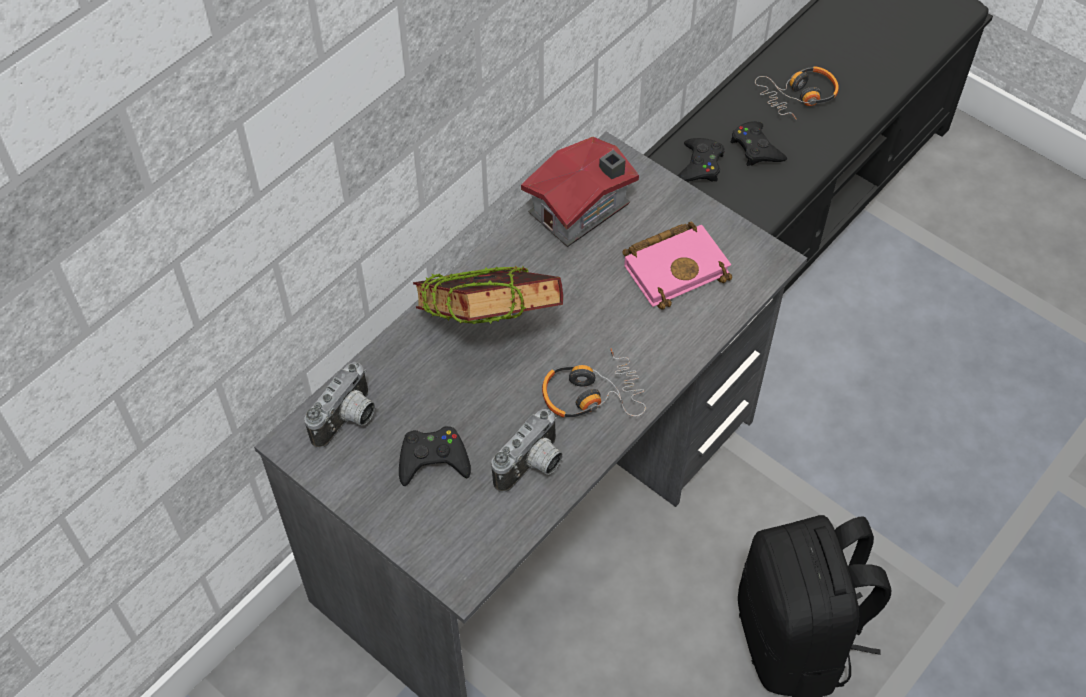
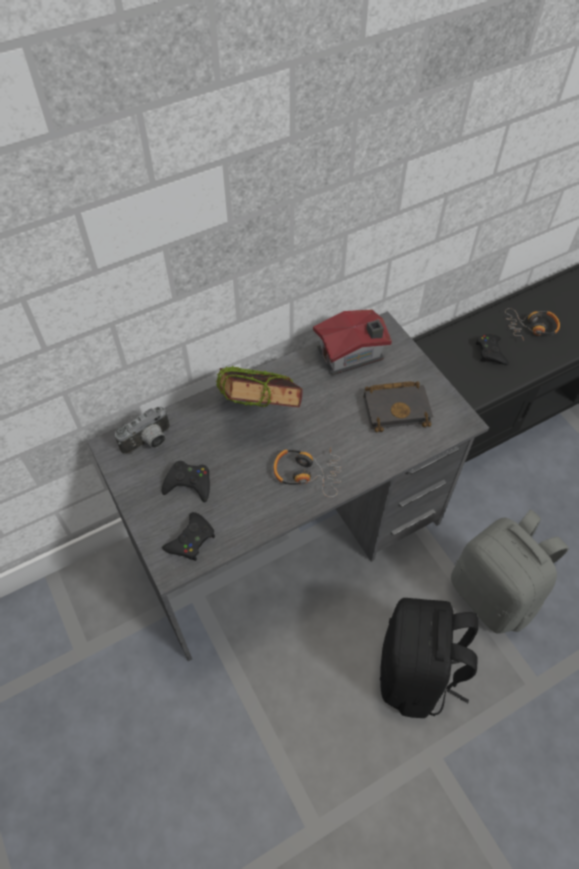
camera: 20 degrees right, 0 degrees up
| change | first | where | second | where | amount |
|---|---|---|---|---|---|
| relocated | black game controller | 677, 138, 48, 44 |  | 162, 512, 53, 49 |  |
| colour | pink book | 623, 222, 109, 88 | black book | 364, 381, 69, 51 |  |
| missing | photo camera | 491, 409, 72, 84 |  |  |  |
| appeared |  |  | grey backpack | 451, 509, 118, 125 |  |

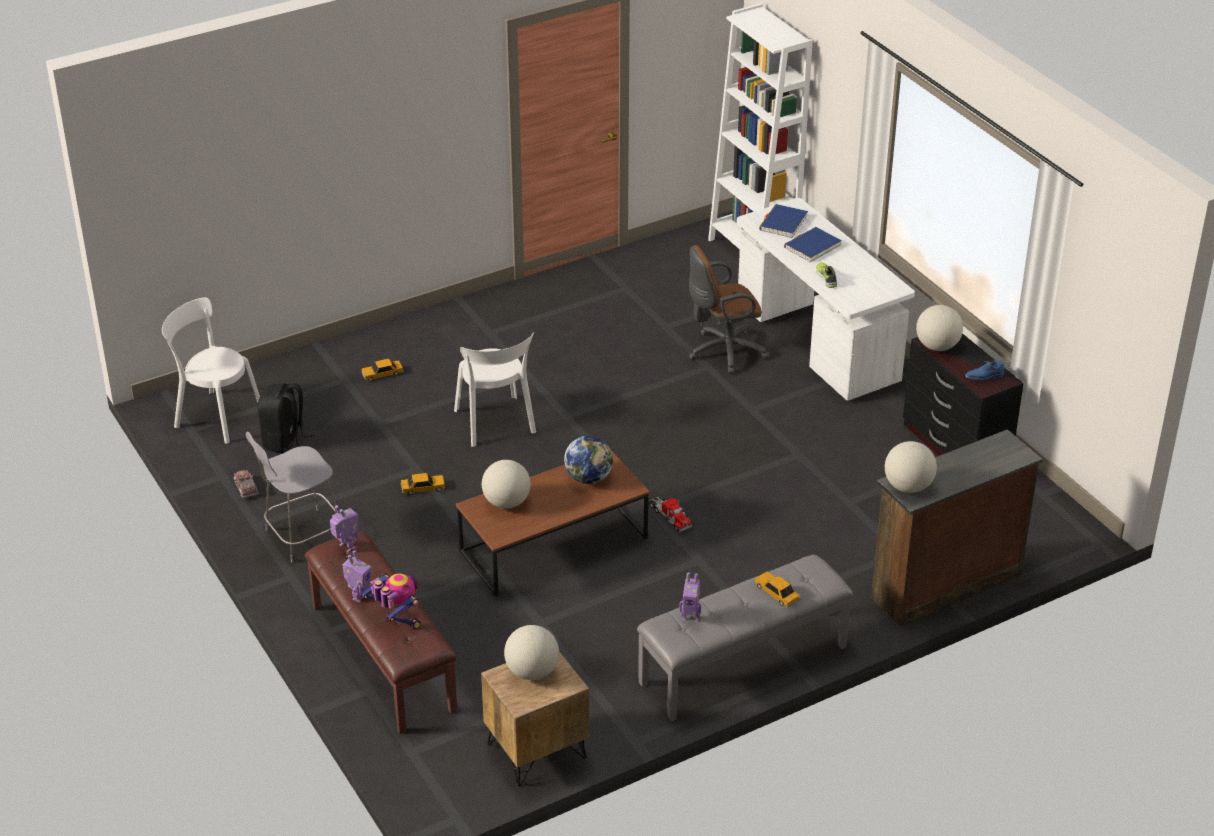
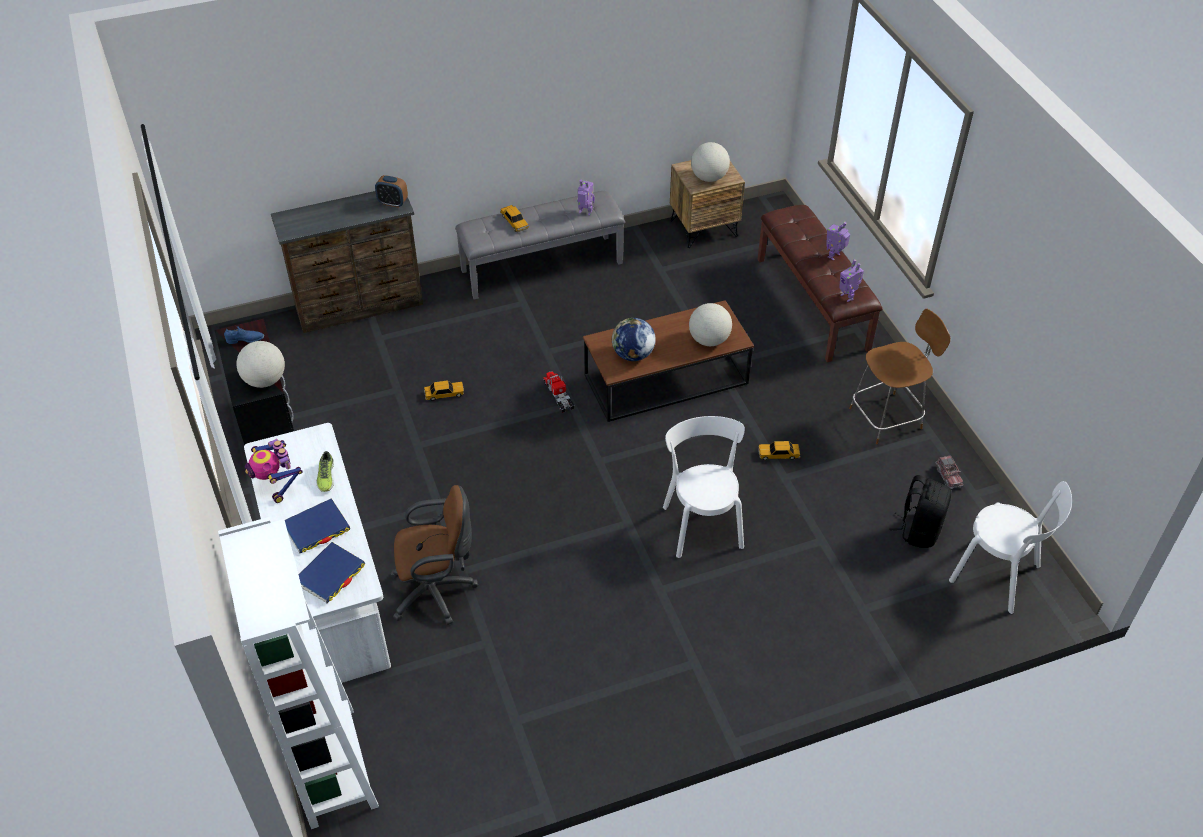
camera: 170 degrees left, 10 degrees up
| change | first | where | second | where | amount |
|---|---|---|---|---|---|
| relocated | toy car | 361, 359, 43, 22 |  | 424, 381, 40, 20 |  |
| colour | grey chair | 246, 432, 92, 130 | brown chair | 849, 309, 101, 135 |  |
| exchanged | globe | 885, 441, 52, 52 | alarm clock | 375, 175, 33, 33 |  |
| relocated | toy robot | 360, 573, 61, 56 |  | 245, 439, 58, 64 |  |

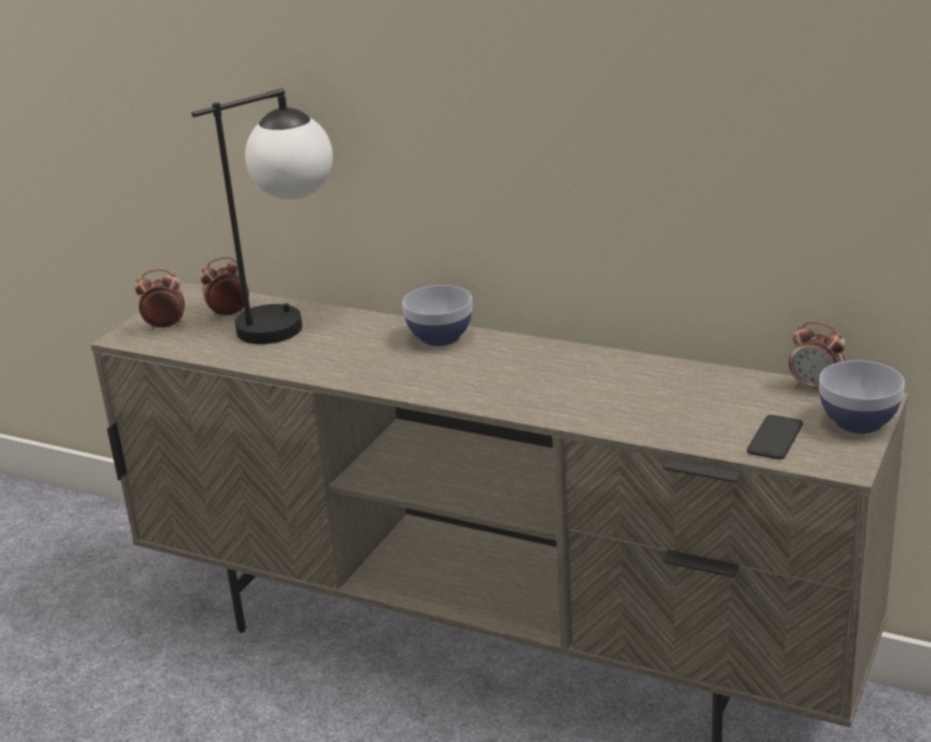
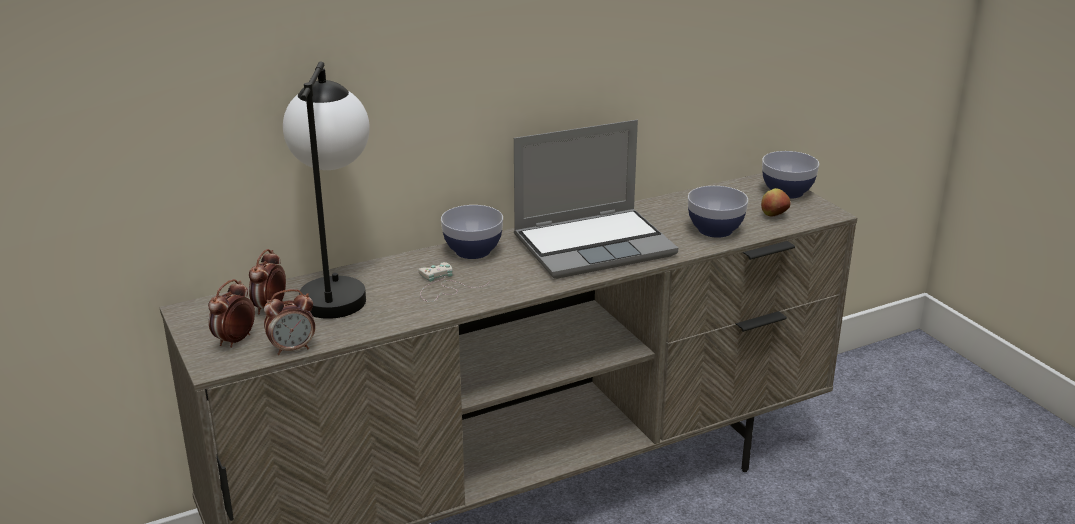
camera: 55 degrees left, 0 degrees up
| change | first | where | second | where | amount |
|---|---|---|---|---|---|
| relocated | alarm clock | 789, 322, 57, 67 |  | 264, 289, 51, 66 |  |
| exchanged | phone | 747, 415, 56, 45 | apple | 761, 188, 30, 29 |  |
| appeared |  |  | laptop | 514, 120, 164, 159 |  |
| appeared |  |  | bowl | 688, 186, 60, 52 |  |
| appeared |  |  | white game controller | 419, 262, 71, 40 |  |

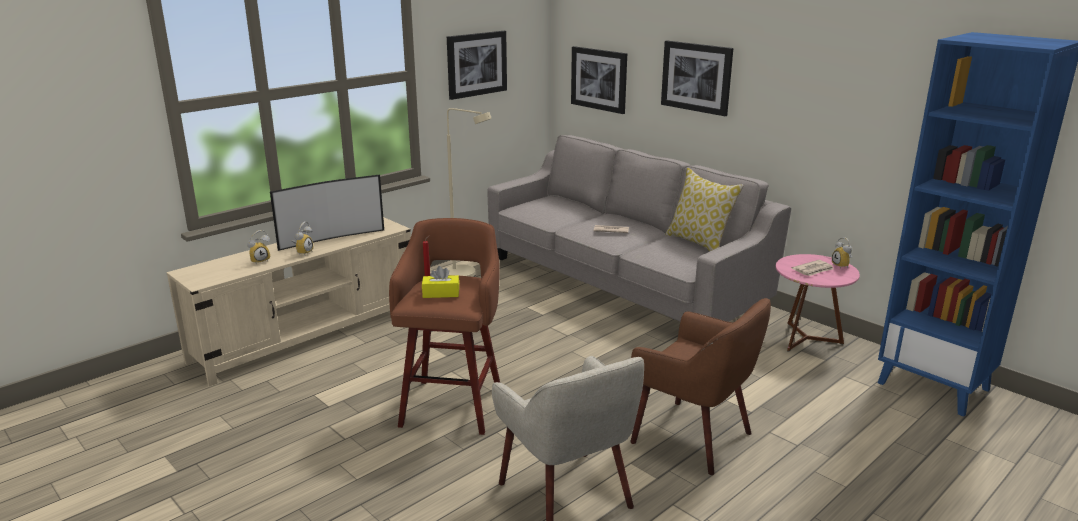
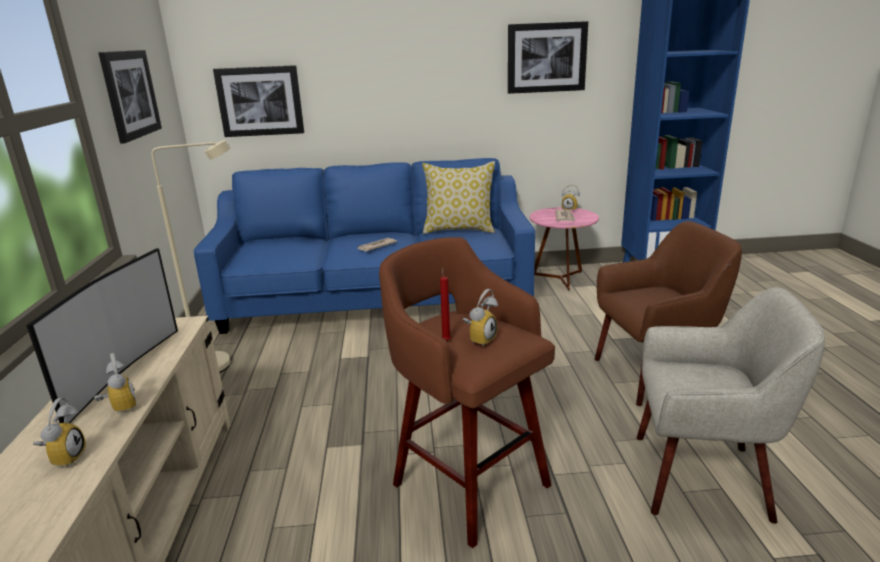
camera: 50 degrees left, 0 degrees up
| change | first | where | second | where | amount |
|---|---|---|---|---|---|
| relocated | picture | 661, 41, 72, 75 |  | 508, 21, 80, 73 |  |
| colour | grey sofa | 487, 135, 304, 187 | blue sofa | 194, 158, 341, 176 |  |
| exchanged | yellow tissue box | 422, 266, 37, 32 | alarm clock | 462, 289, 36, 58 |  |

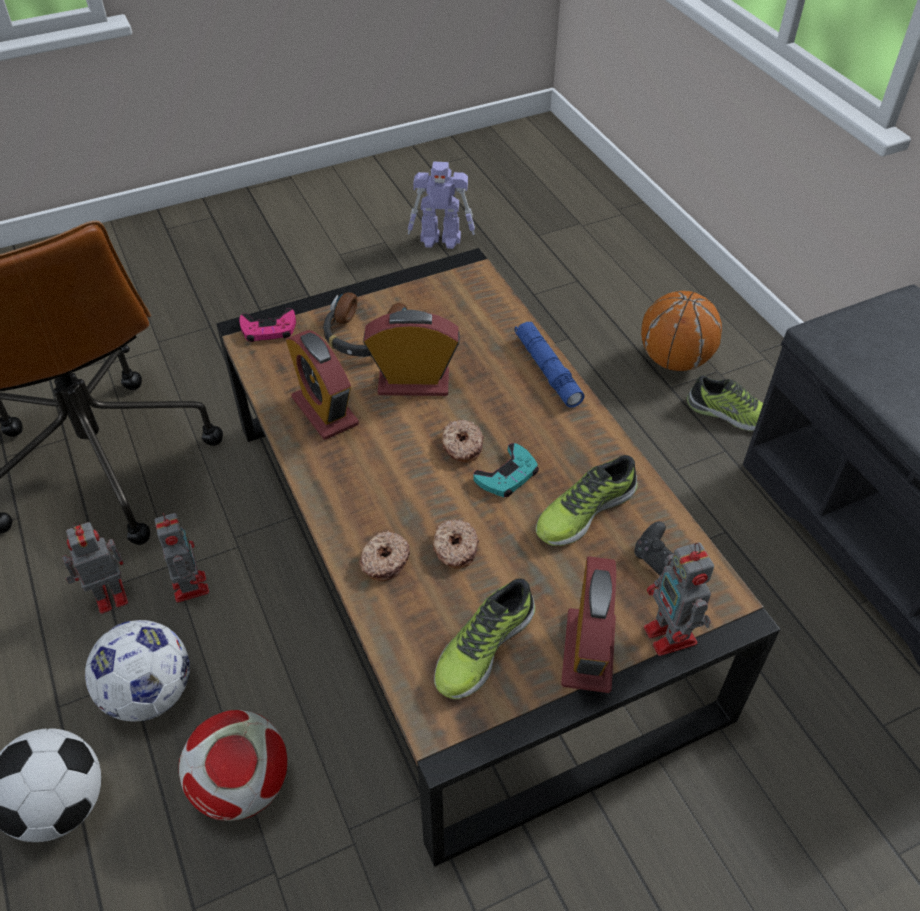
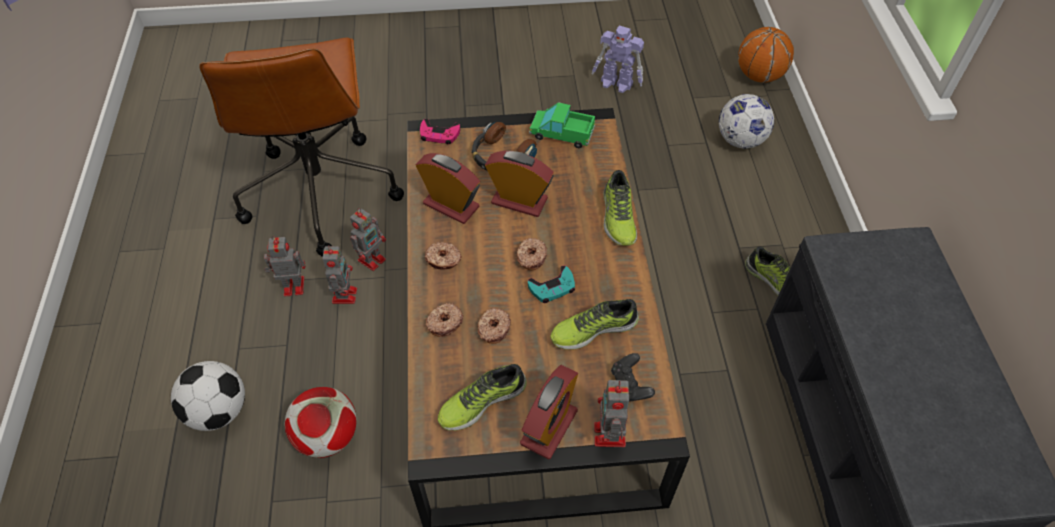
camera: 20 degrees right, 5 degrees up
| change | first | where | second | where | amount |
|---|---|---|---|---|---|
| relocated | basketball | 641, 291, 81, 80 |  | 738, 27, 56, 56 |  |
| exchanged | blue flashlight | 515, 322, 69, 86 | shoe | 603, 170, 34, 76 |  |
| spun | alarm clock | 286, 330, 73, 110 |  | 416, 153, 64, 71 | 135 degrees clockwise |
| relocated | football | 85, 620, 105, 102 |  | 719, 94, 55, 55 |  |
| appeared |  |  | toy truck | 529, 102, 66, 46 |  |
| appeared |  |  | toy robot | 350, 208, 36, 63 |  |
| appeared |  |  | donut | 425, 242, 37, 28 |  |

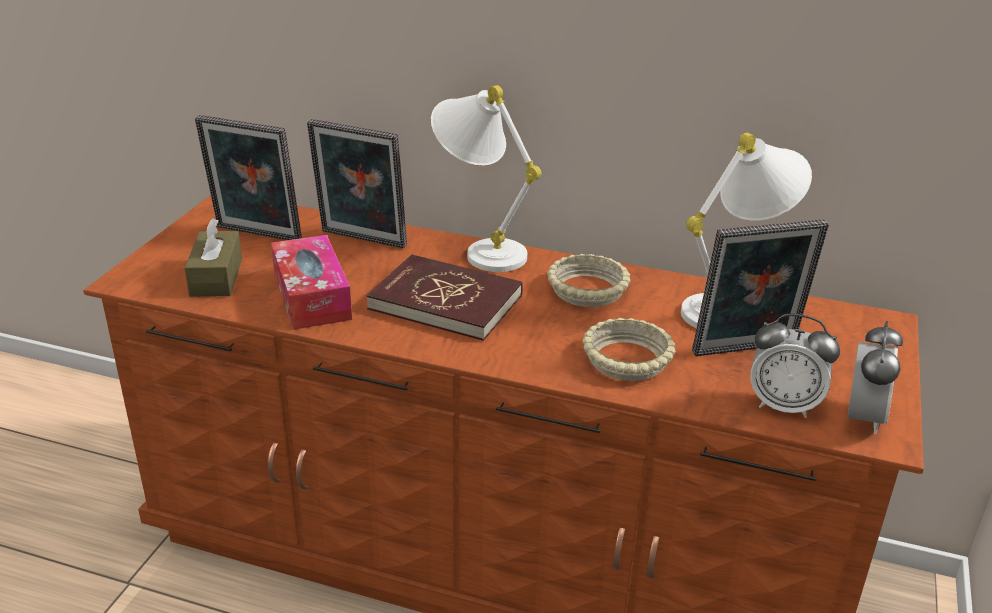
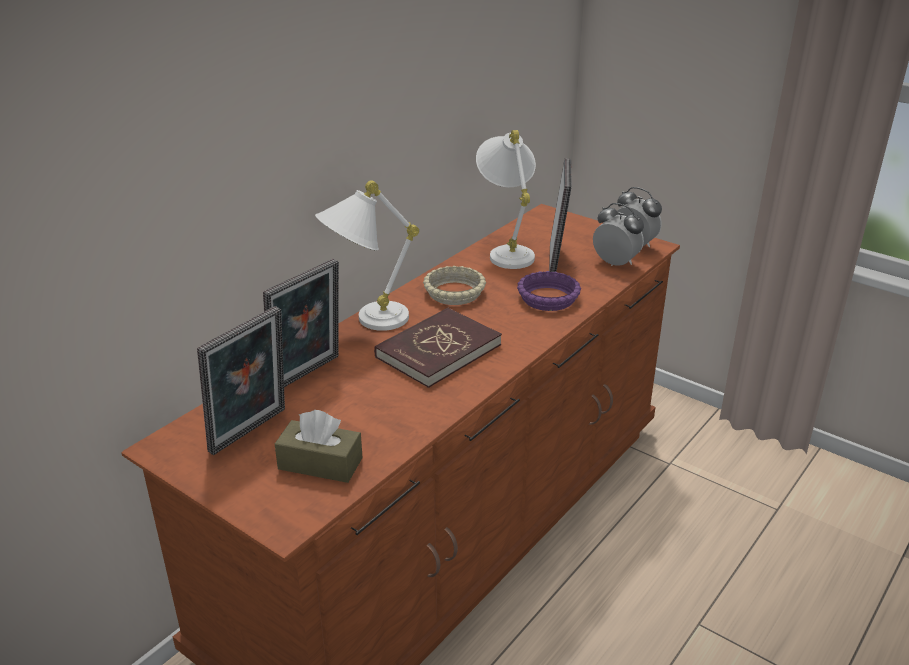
camera: 70 degrees left, 0 degrees up
| change | first | where | second | where | amount |
|---|---|---|---|---|---|
| missing | tissue box | 271, 235, 81, 95 |  |  |  |
| spun | alarm clock | 750, 314, 90, 104 |  | 593, 203, 51, 63 | 90 degrees counterclockwise |
| colour | beige bowl | 582, 318, 94, 63 | purple bowl | 517, 271, 64, 40 |  |

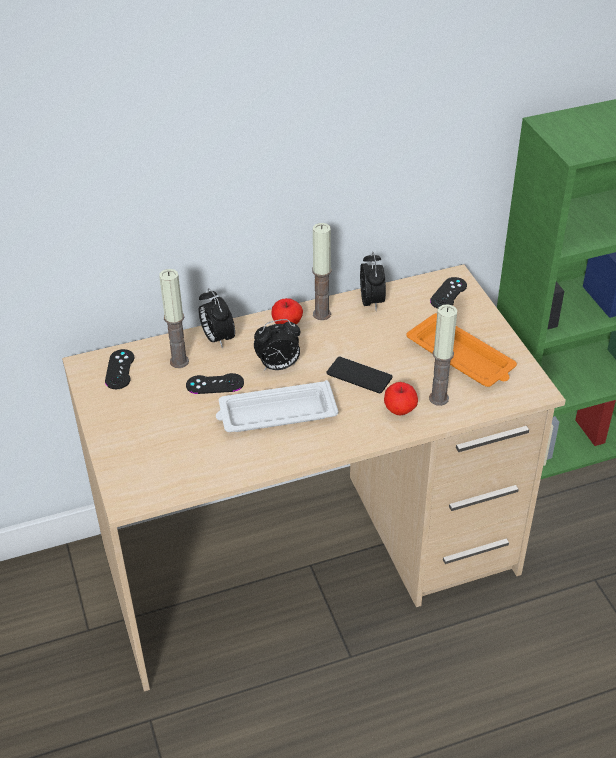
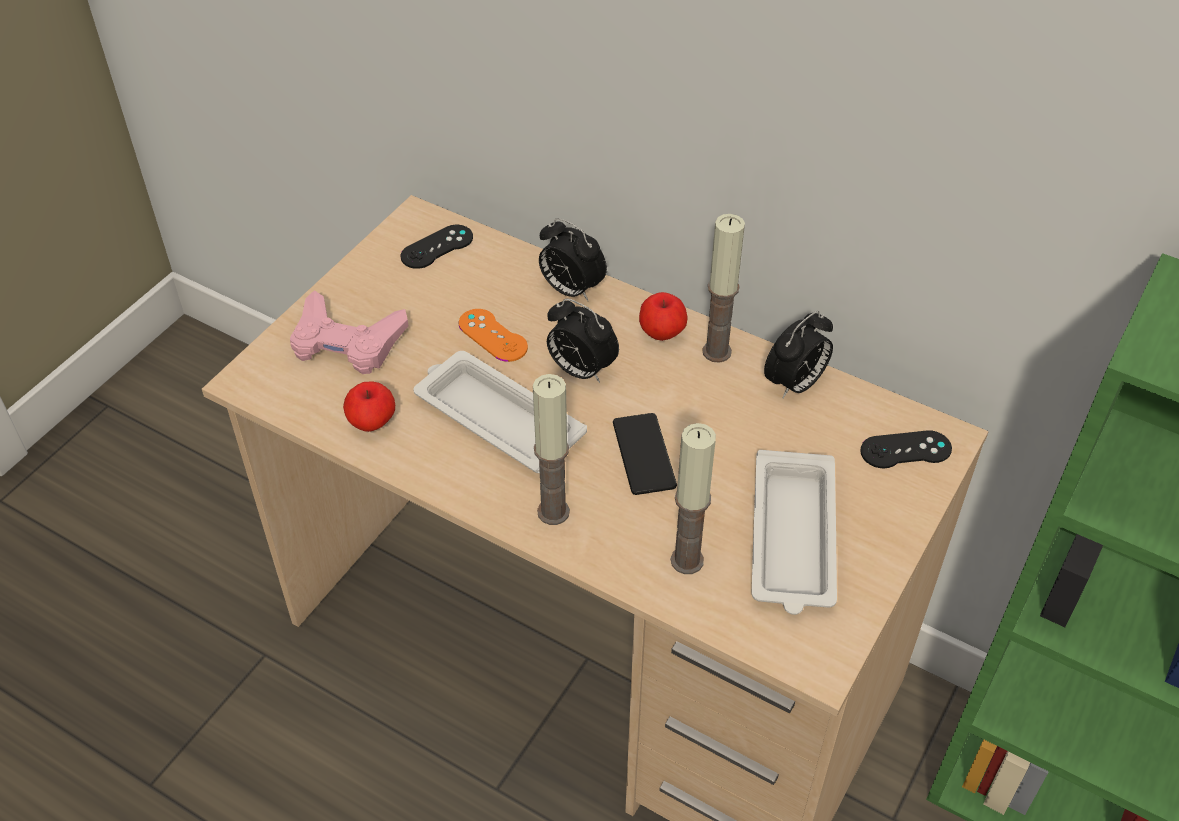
camera: 50 degrees right, 5 degrees up
| change | first | where | second | where | amount |
|---|---|---|---|---|---|
| relocated | candle | 159, 269, 30, 99 |  | 533, 374, 37, 151 |  |
| spun | alarm clock | 198, 288, 37, 60 |  | 539, 218, 68, 83 | 75 degrees counterclockwise |
| colour | orange tray | 406, 313, 111, 74 | white tray | 752, 450, 85, 165 |  |
| colour | black game controller | 186, 373, 58, 21 | orange game controller | 459, 309, 69, 53 |  |
| relocated | apple | 384, 382, 34, 33 |  | 343, 381, 52, 51 |  |
| appeared |  |  | pink game controller | 290, 290, 119, 84 |  |

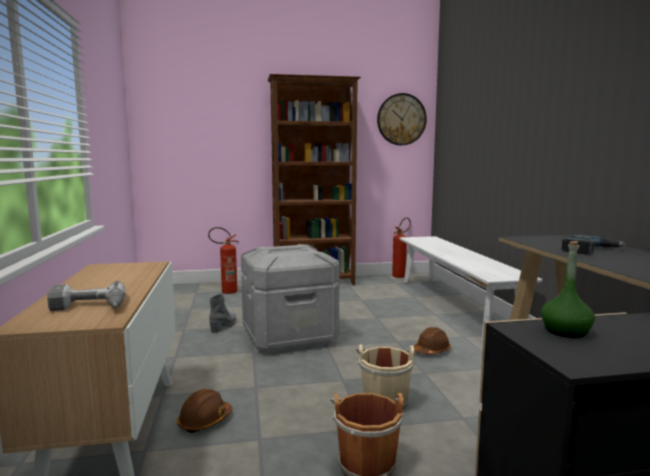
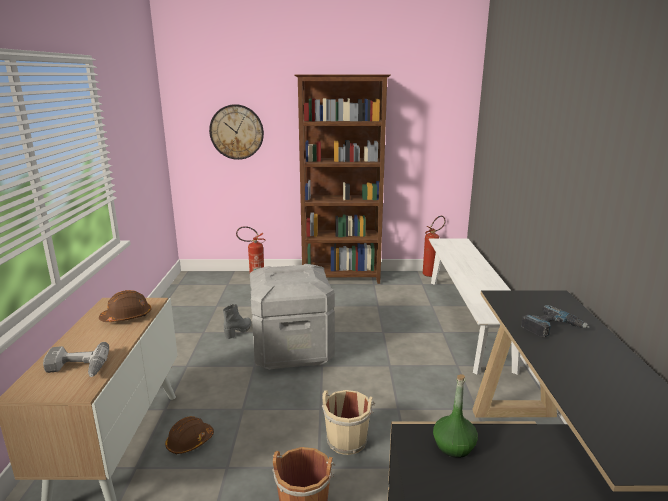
camera: 10 degrees right, 10 degrees up
| change | first | where | second | where | amount |
|---|---|---|---|---|---|
| relocated | wall clock | 377, 93, 50, 52 |  | 209, 104, 55, 56 |  |
| relocated | brown hard hat | 414, 327, 37, 28 |  | 99, 290, 52, 32 |  |

